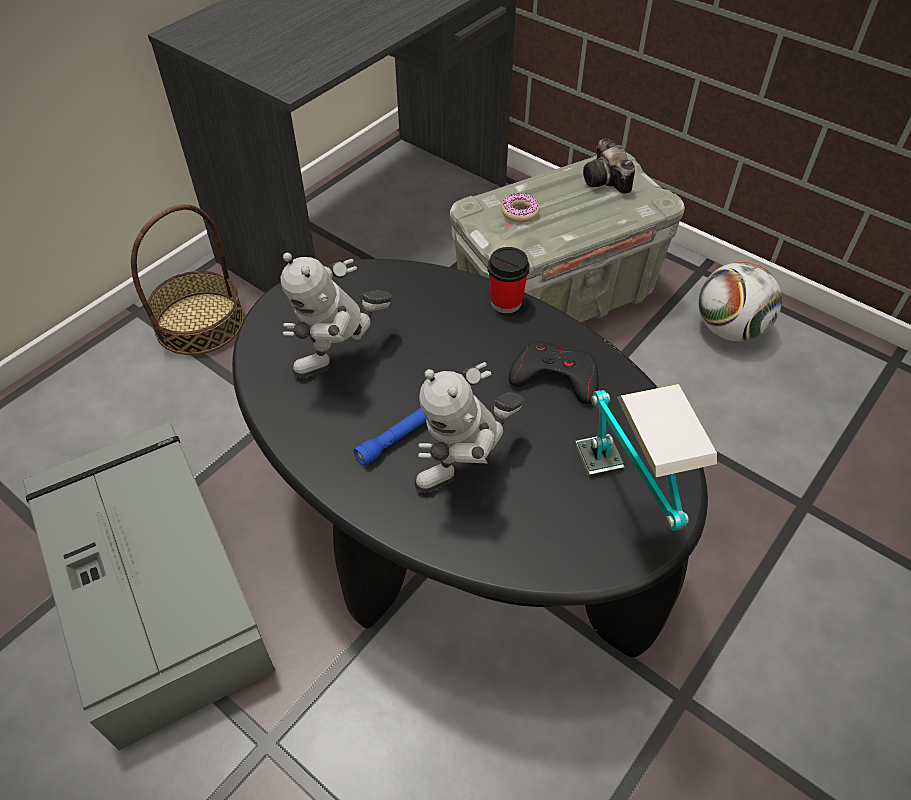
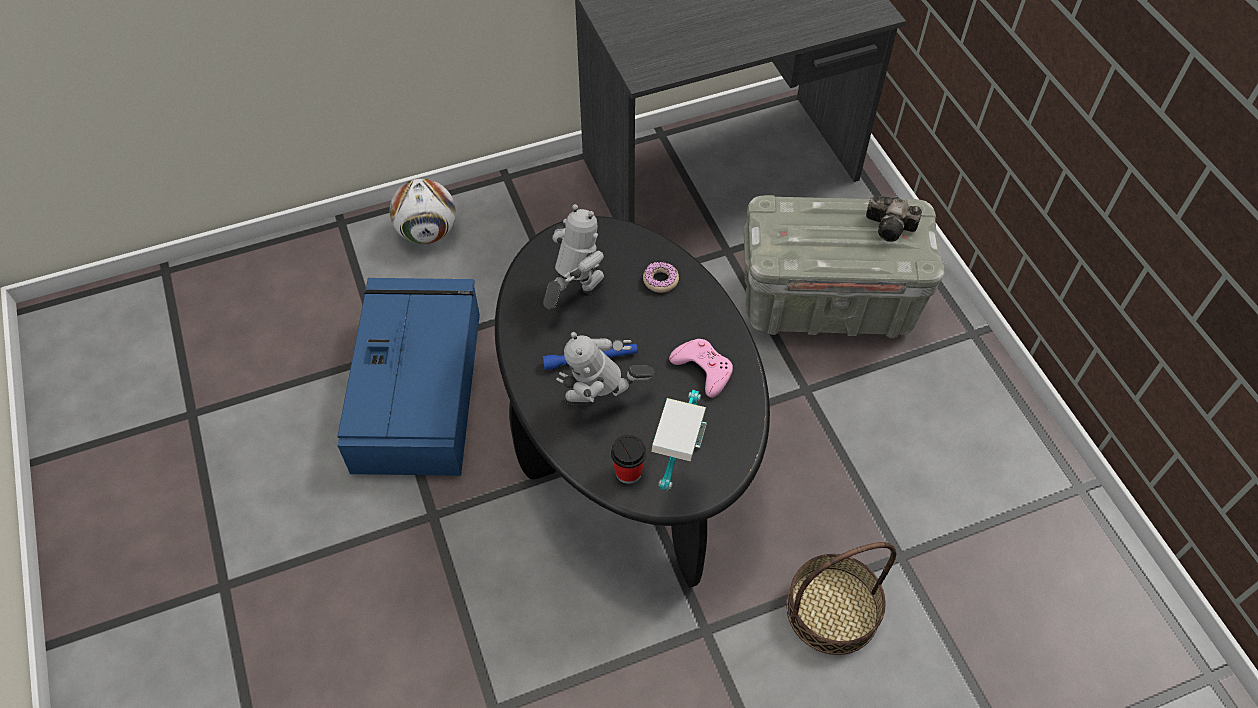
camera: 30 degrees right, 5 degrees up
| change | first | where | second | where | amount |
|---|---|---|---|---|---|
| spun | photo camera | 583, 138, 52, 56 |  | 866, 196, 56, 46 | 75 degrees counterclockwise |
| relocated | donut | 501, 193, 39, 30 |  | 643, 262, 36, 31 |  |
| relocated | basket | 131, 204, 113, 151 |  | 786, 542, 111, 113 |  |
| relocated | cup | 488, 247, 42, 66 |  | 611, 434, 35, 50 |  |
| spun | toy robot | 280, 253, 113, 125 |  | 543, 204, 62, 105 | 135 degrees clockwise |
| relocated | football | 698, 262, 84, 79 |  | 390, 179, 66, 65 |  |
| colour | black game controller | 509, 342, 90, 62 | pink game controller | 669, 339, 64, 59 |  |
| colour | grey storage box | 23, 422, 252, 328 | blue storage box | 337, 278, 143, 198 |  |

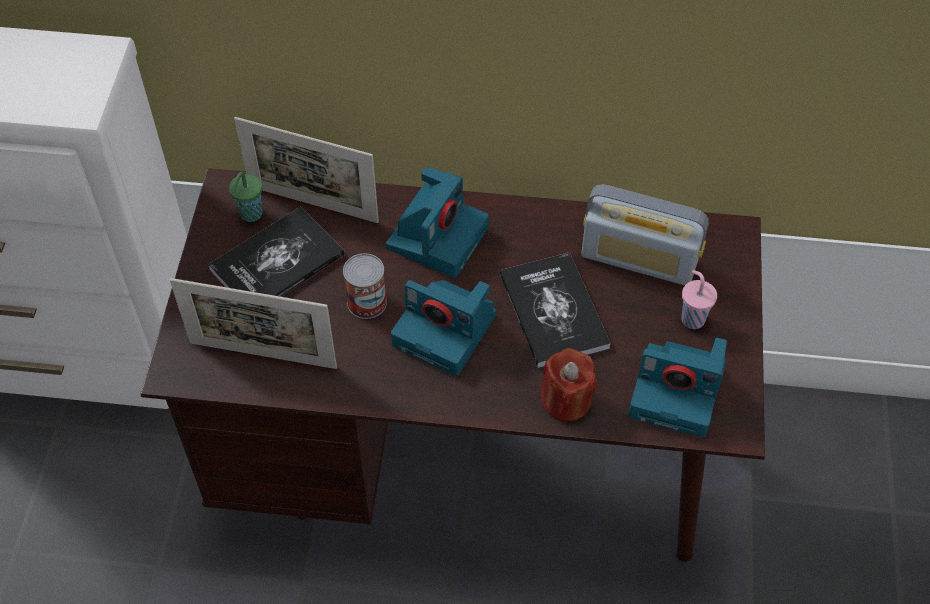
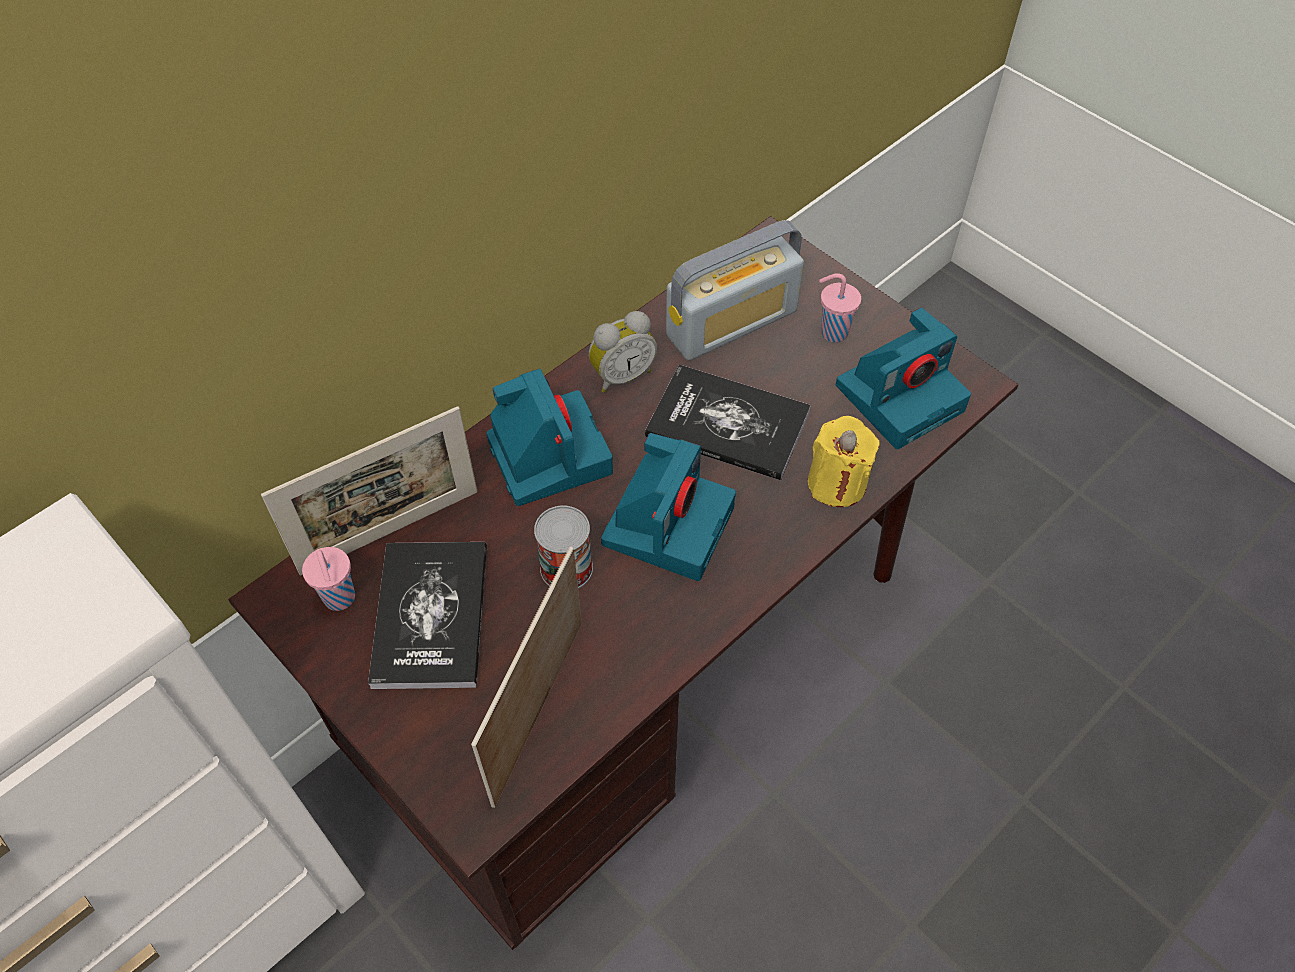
camera: 50 degrees left, 0 degrees up
| change | first | where | second | where | amount |
|---|---|---|---|---|---|
| colour | green cup | 229, 172, 33, 50 | pink cup | 302, 547, 53, 64 |  |
| spun | picture frame | 170, 278, 167, 91 |  | 471, 547, 111, 261 | 150 degrees clockwise |
| spun | photo camera | 391, 280, 105, 96 |  | 601, 433, 135, 148 | 45 degrees counterclockwise |
| colour | red candle | 541, 348, 56, 73 | yellow candle | 808, 416, 72, 91 |  |
| appeared |  |  | alarm clock | 589, 311, 68, 82 |  |

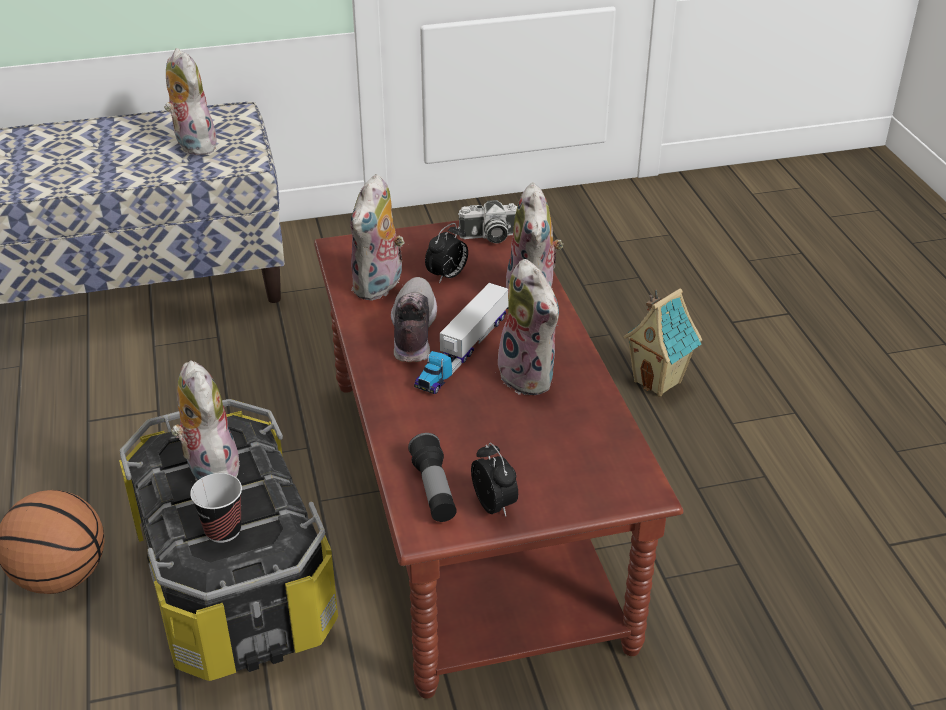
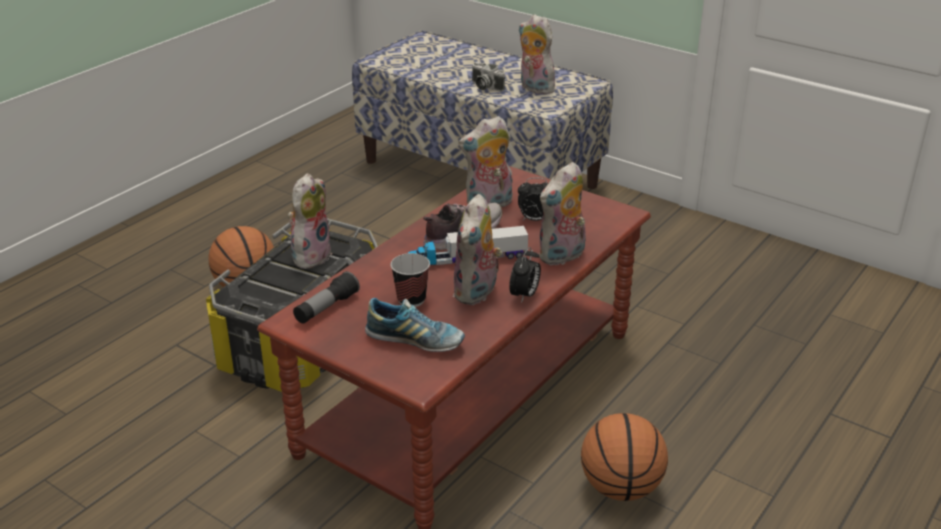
camera: 50 degrees right, 5 degrees down
| change | first | where | second | where | amount |
|---|---|---|---|---|---|
| spun | plush toy | 164, 48, 55, 107 |  | 519, 14, 36, 80 | 60 degrees counterclockwise |
| relocated | photo camera | 458, 200, 59, 43 |  | 472, 62, 33, 30 |  |
| missing | toy house | 623, 288, 79, 108 |  |  |  |
| relocated | alarm clock | 471, 443, 47, 74 |  | 509, 247, 32, 56 |  |
| relocated | cup | 190, 473, 52, 70 |  | 391, 253, 39, 54 |  |
| appeared |  |  | shoe | 365, 298, 100, 54 |  |
| appeared |  |  | basketball | 581, 413, 87, 88 |  |

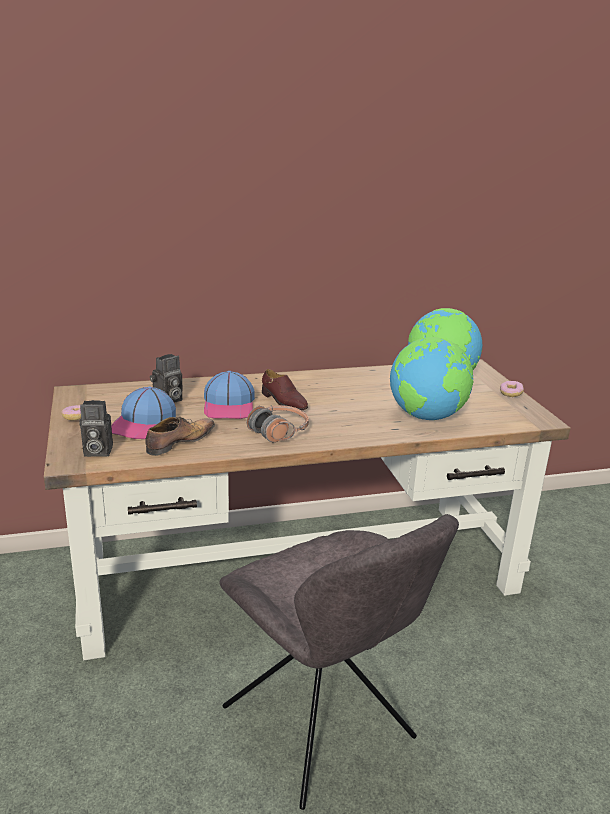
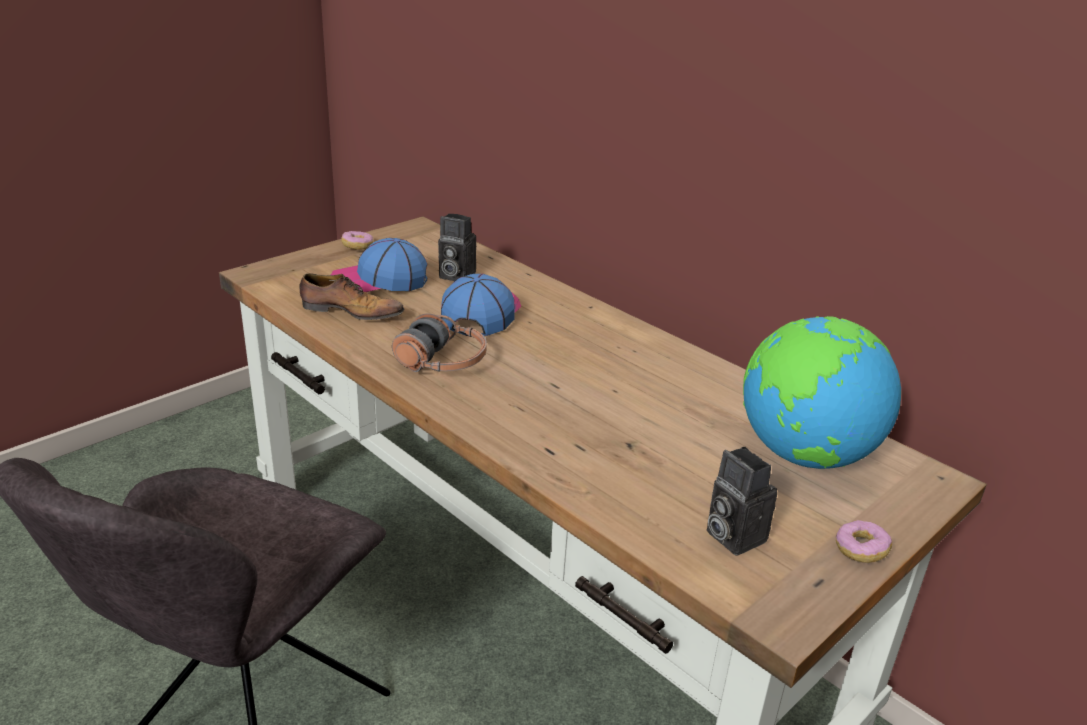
camera: 60 degrees right, 5 degrees up
| change | first | where | second | where | amount |
|---|---|---|---|---|---|
| missing | globe | 390, 337, 83, 83 |  |  |  |
| missing | brown shoe | 262, 369, 46, 41 |  |  |  |
| spun | cap | 204, 371, 51, 48 |  | 441, 274, 80, 62 | 135 degrees clockwise |
| relocated | photo camera | 79, 400, 34, 57 |  | 707, 447, 70, 109 |  |

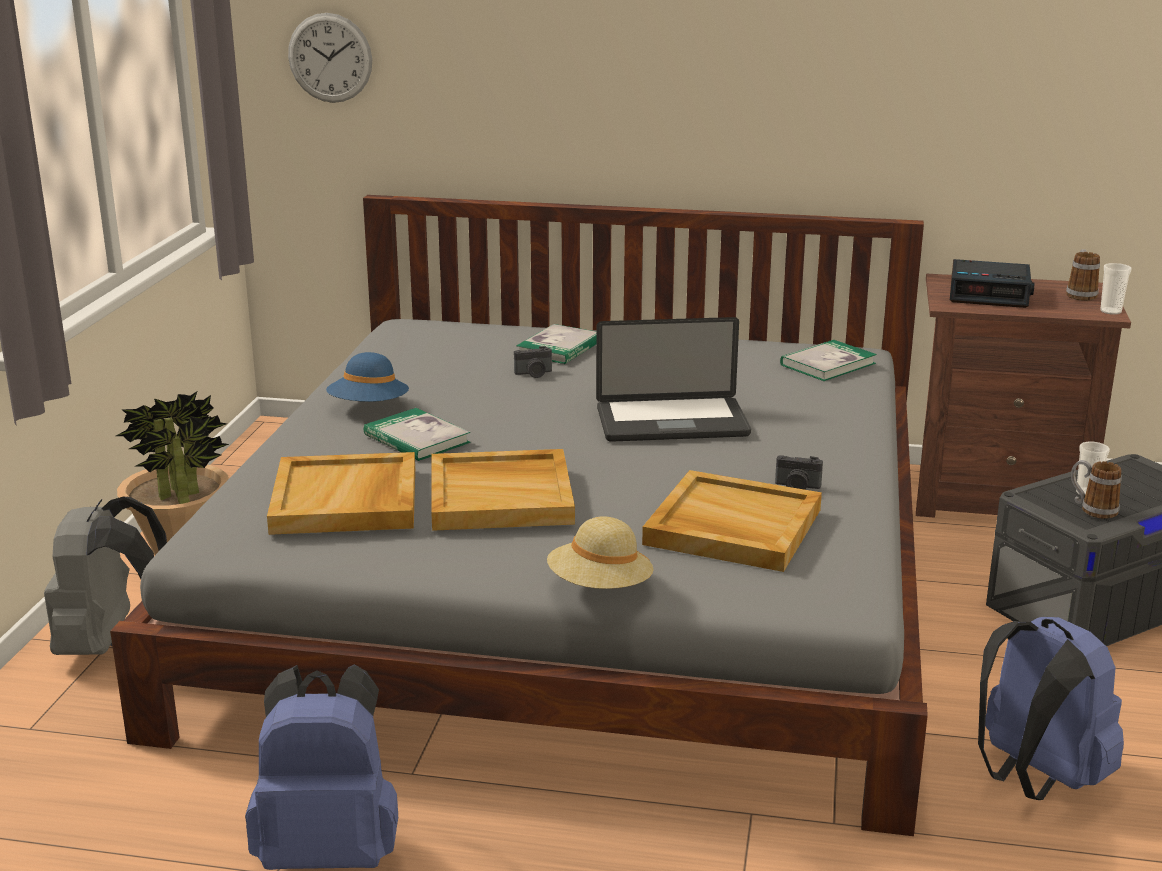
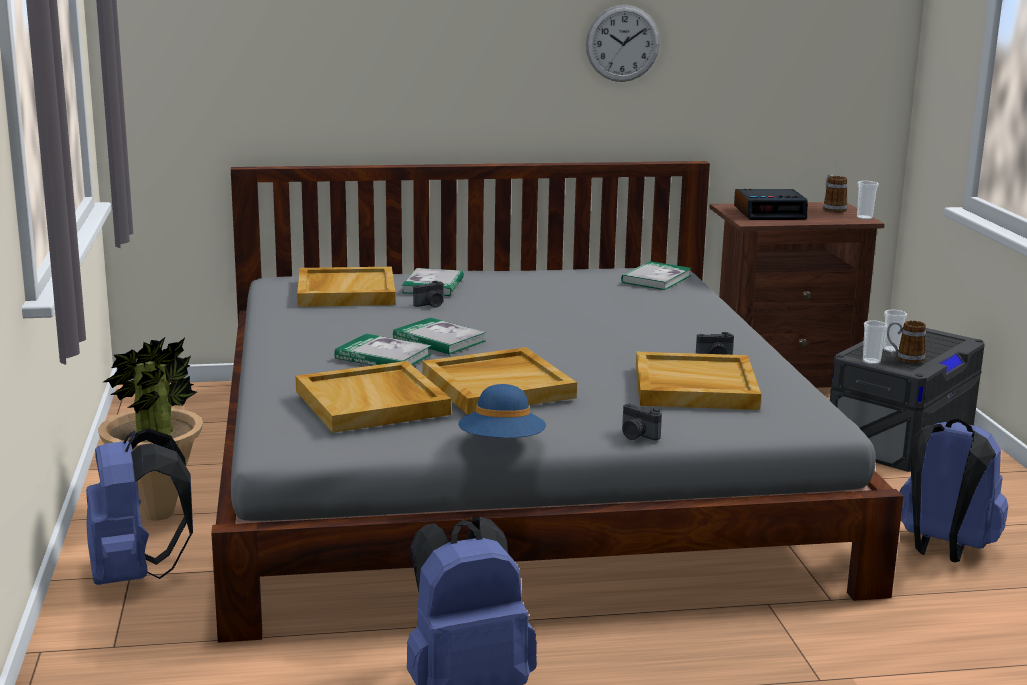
camera: 20 degrees left, 5 degrees down
| change | first | where | second | where | amount |
|---|---|---|---|---|---|
| relocated | wall clock | 288, 13, 84, 90 |  | 586, 5, 74, 77 |  |
| missing | laptop | 596, 317, 155, 125 |  |  |  |
| relocated | blue hat | 326, 352, 83, 50 |  | 458, 384, 88, 54 |  |
| colour | grey backpack | 44, 496, 123, 159 | blue backpack | 86, 428, 107, 157 |  |
| exchanged | beige hat | 547, 517, 107, 72 | photo camera | 622, 404, 40, 36 |  |
| appeared |  |  | beige tray | 297, 267, 99, 40 |  |
| appeared |  |  | book | 393, 317, 93, 38 |  |
| appeared |  |  | cup | 863, 320, 24, 45 |  |

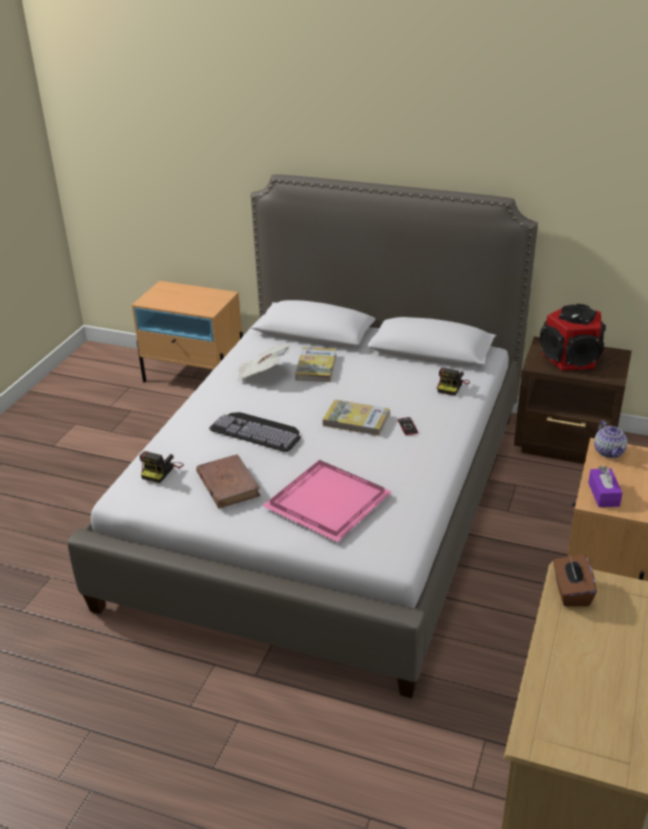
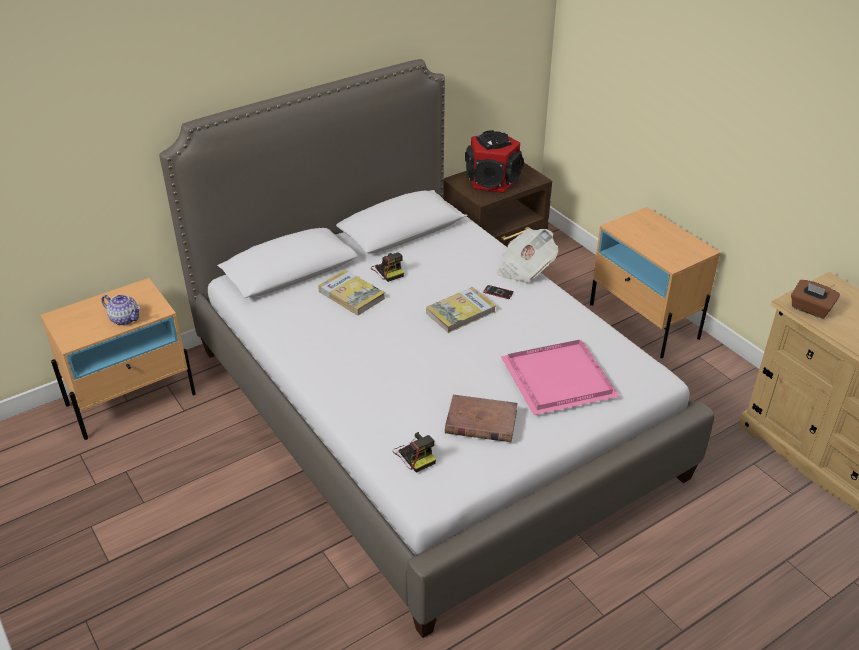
camera: 55 degrees left, 5 degrees up
| change | first | where | second | where | amount |
|---|---|---|---|---|---|
| relocated | newspaper | 238, 343, 52, 37 |  | 497, 229, 61, 54 |  |
| relocated | photo camera | 437, 367, 33, 29 |  | 371, 252, 33, 30 |  |
| missing | keyboard | 209, 412, 92, 40 |  |  |  |
| relocated | teapot | 594, 420, 33, 38 |  | 101, 295, 40, 30 |  |
| missing | purple tissue box | 588, 466, 35, 41 |  |  |  |

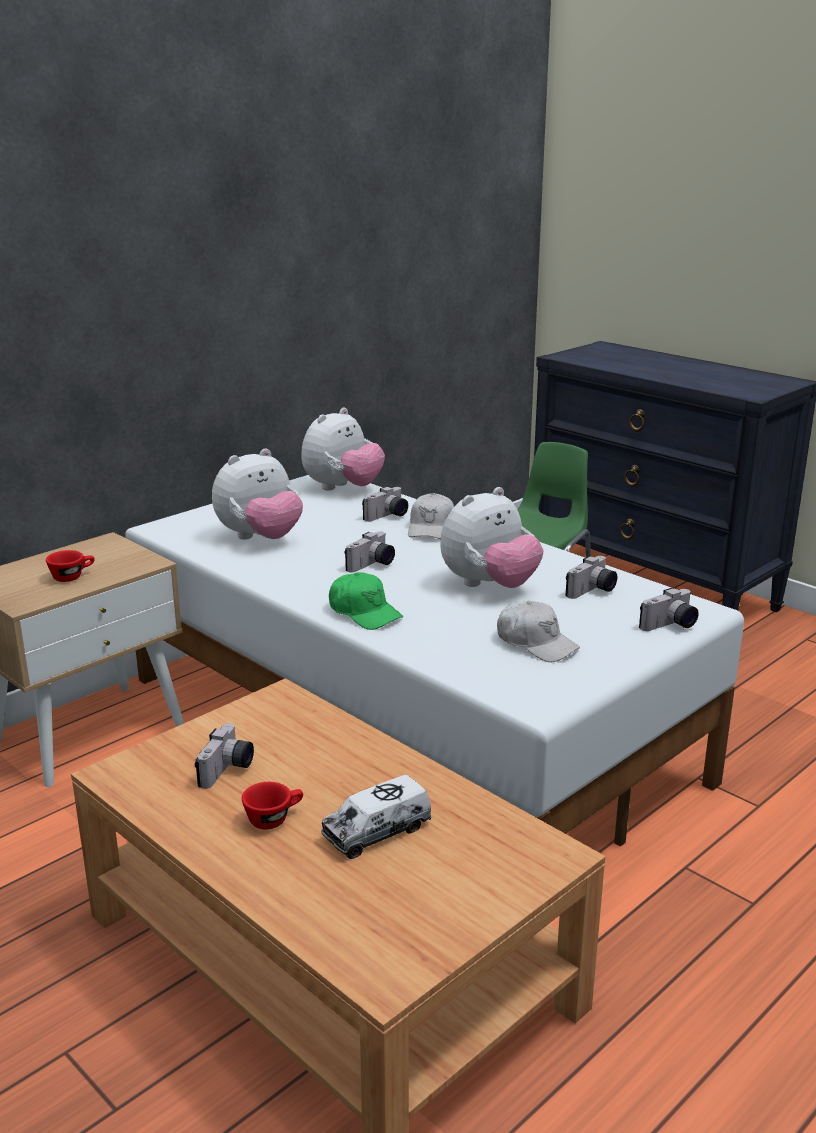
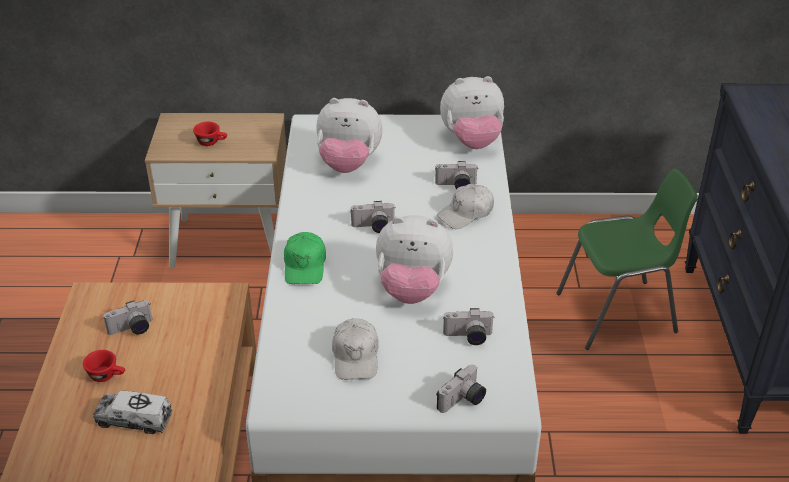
camera: 45 degrees right, 15 degrees up
| change | first | where | second | where | amount |
|---|---|---|---|---|---|
| spun | photo camera | 639, 588, 60, 43 |  | 436, 365, 50, 48 | 60 degrees counterclockwise |

